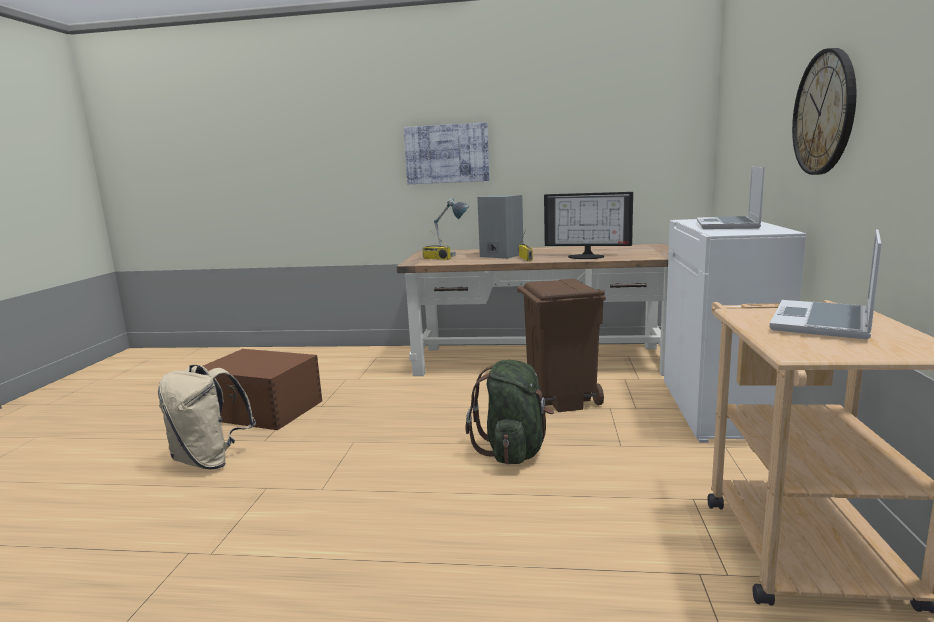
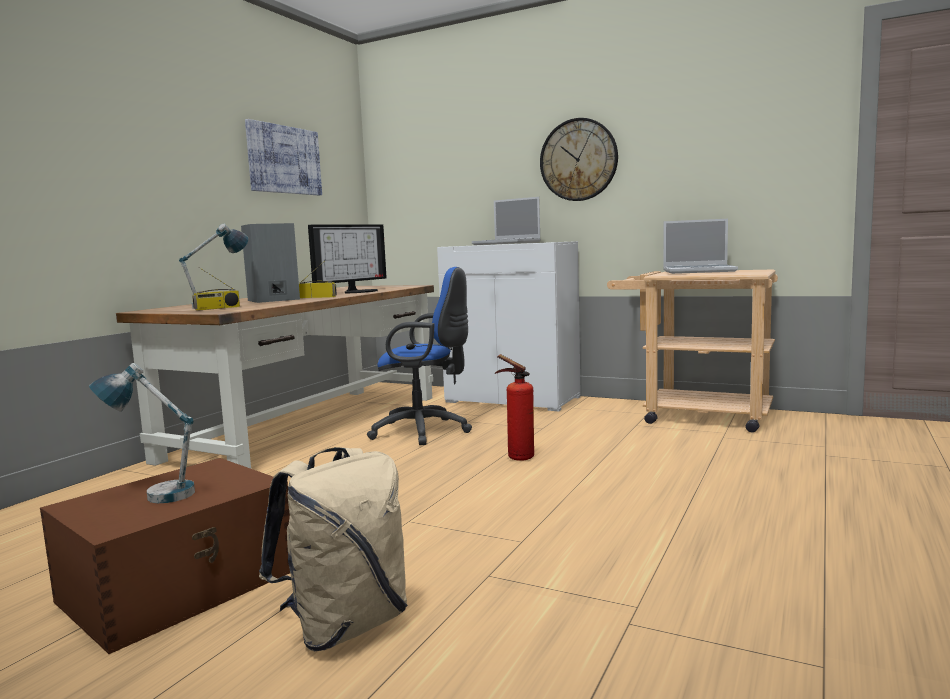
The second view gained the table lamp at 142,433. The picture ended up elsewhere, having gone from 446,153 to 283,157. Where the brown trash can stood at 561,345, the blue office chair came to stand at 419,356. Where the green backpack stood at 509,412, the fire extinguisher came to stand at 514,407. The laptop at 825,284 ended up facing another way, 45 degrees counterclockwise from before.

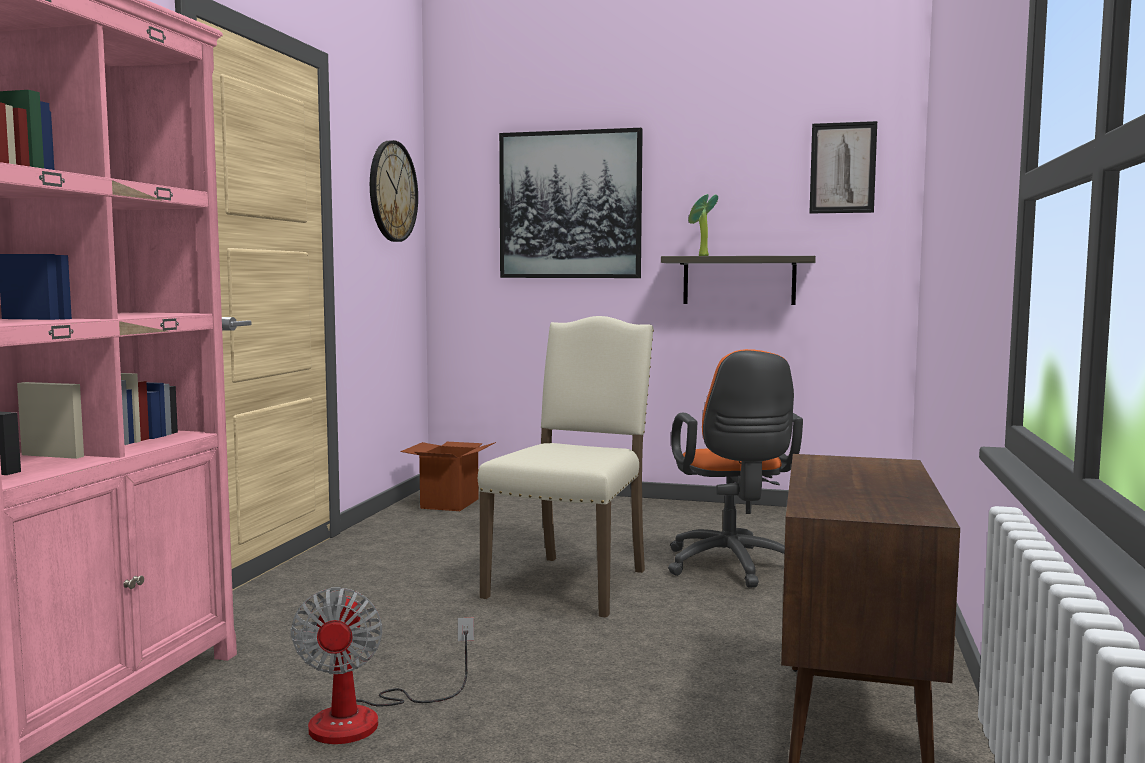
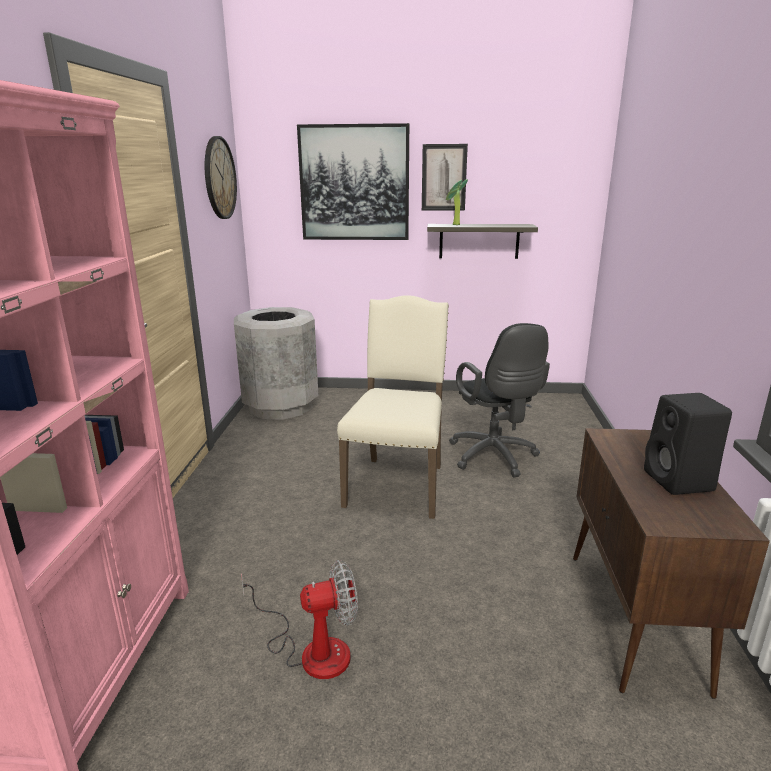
Where the cardboard box stood at 448,476, the grey trash can came to stand at 276,363. The fan at 382,665 ended up facing another way, 90 degrees counterclockwise from before. The picture ended up elsewhere, having gone from 843,167 to 445,177. What was the orange office chair at 735,468 turned into the black office chair at 499,400. The second view gained the black speaker at 688,444.

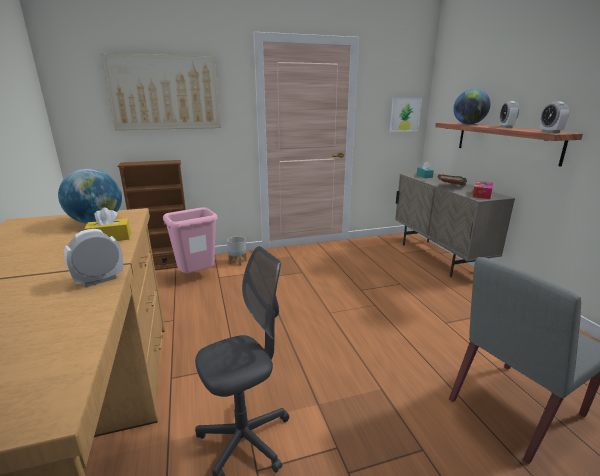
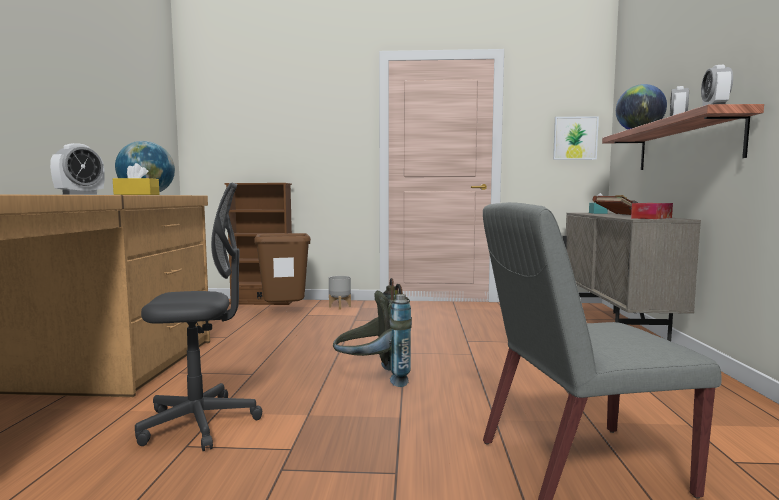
The alarm clock at 93,258 ended up facing another way, 135 degrees clockwise from before. What was the pink trash can at 190,240 turned into the brown trash can at 282,268. The second view gained the grey backpack at 372,332. The second view lost the picture at 161,91.

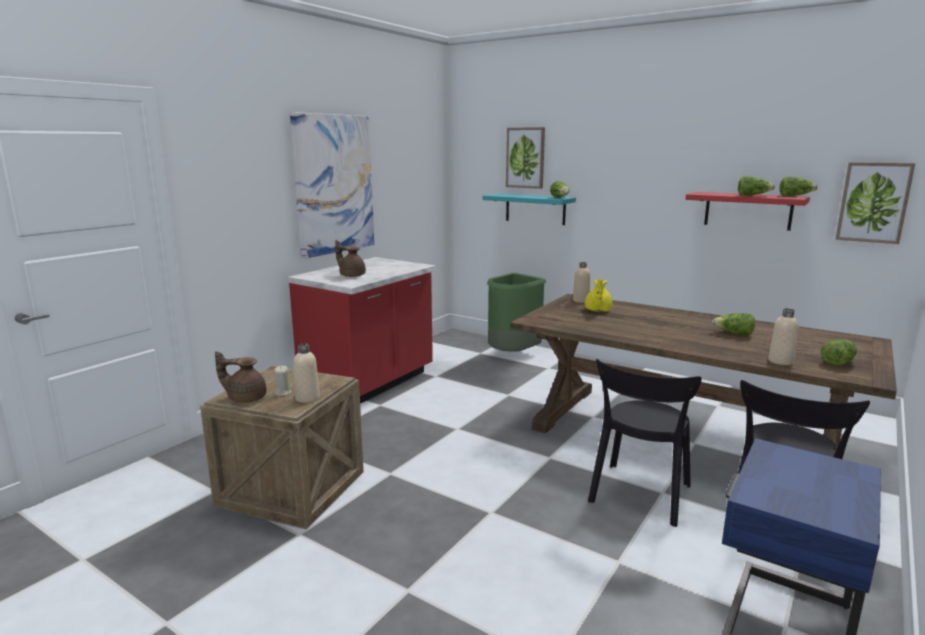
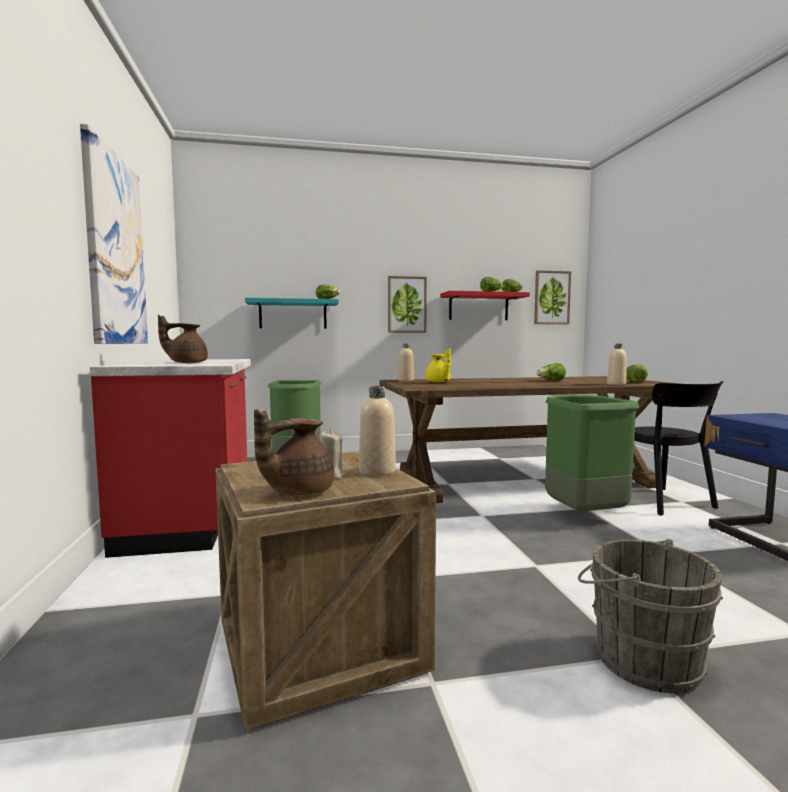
The picture ended up elsewhere, having gone from 525,158 to 407,304. Where the black chair stood at 645,443, the green trash can came to stand at 592,453. The second view gained the grey bucket at 650,616.

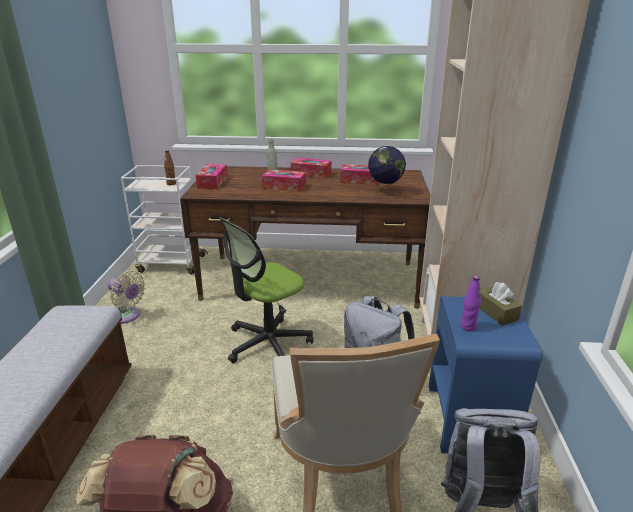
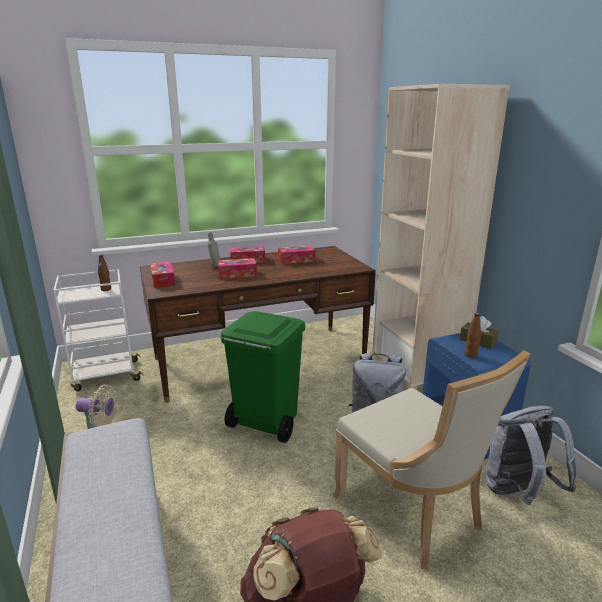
Where the office chair stood at 266,290, the green trash can came to stand at 263,377. What was the purple bottle at 470,303 turned into the brown bottle at 473,335. The second view lost the globe at 387,171.

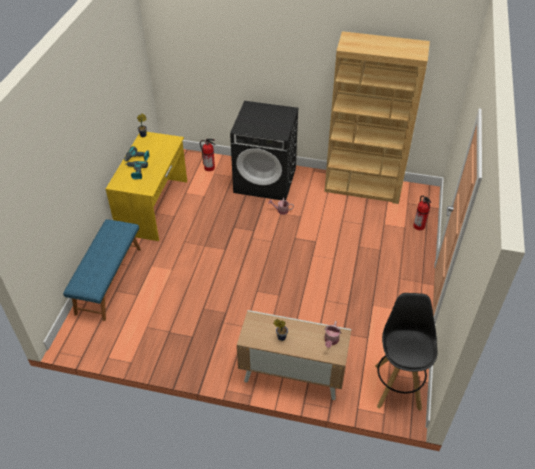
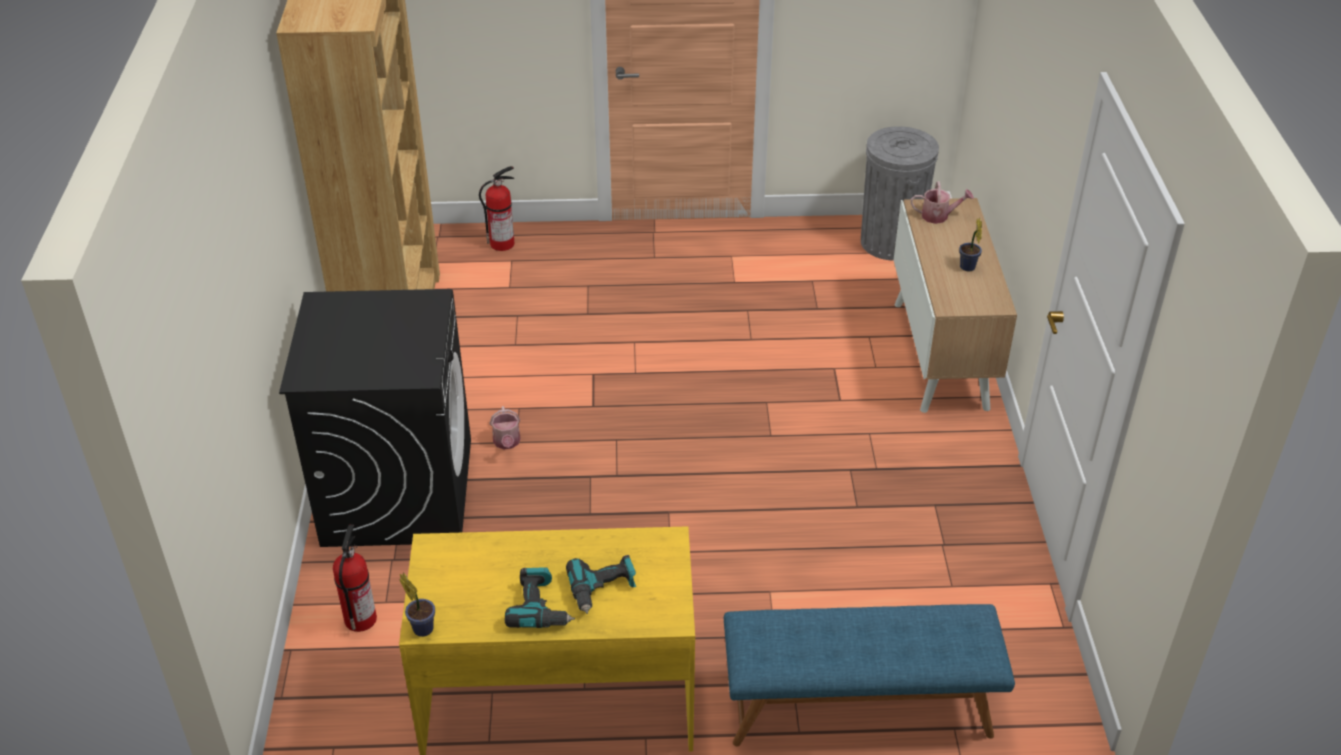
Where the black stool stood at 406,352, the grey trash can came to stand at 900,193.

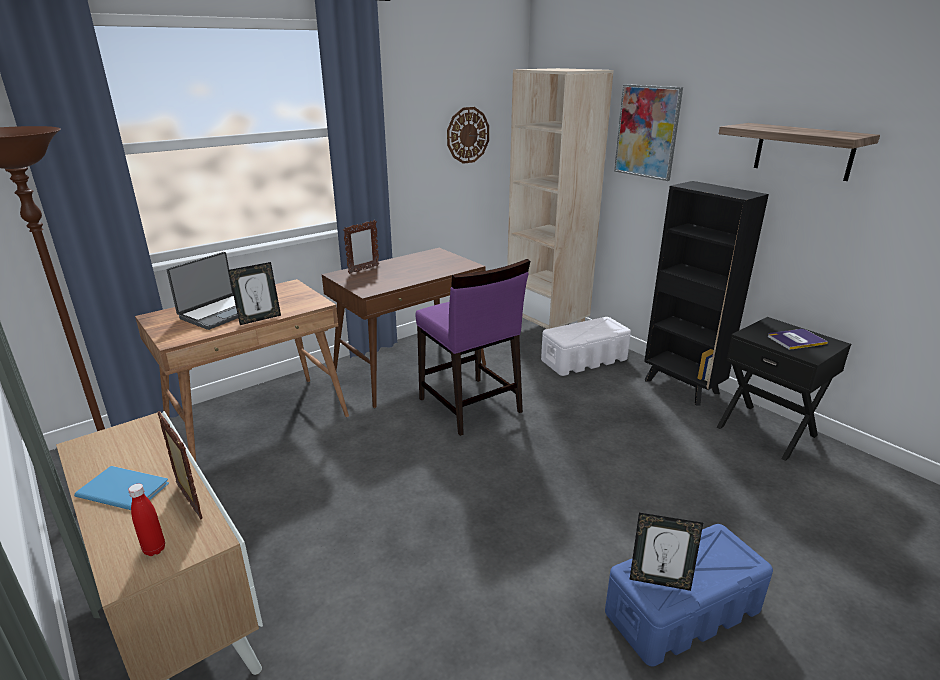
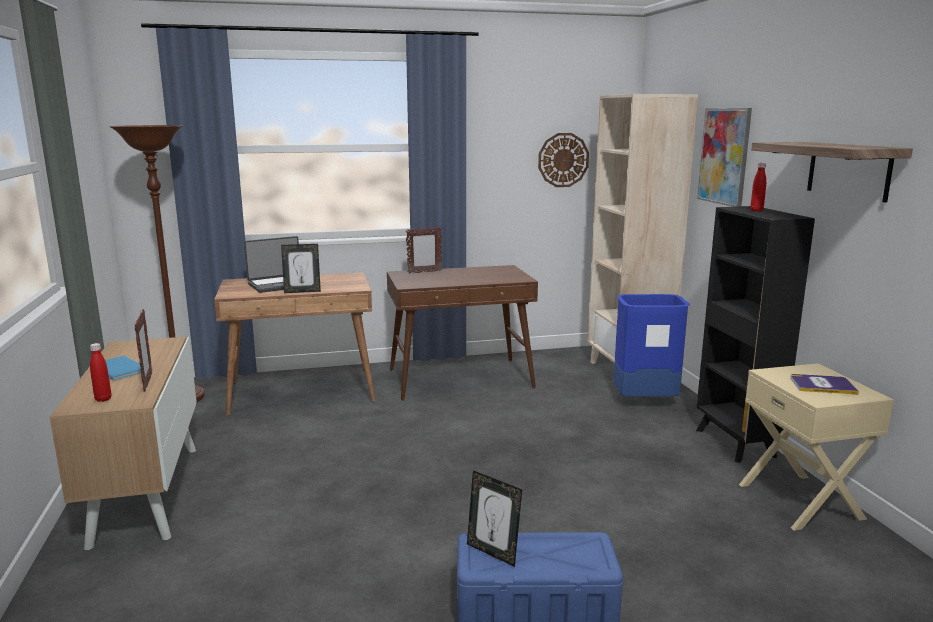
Where the white storage box stood at 586,346, the blue trash can came to stand at 651,345. What was the black nightstand at 784,389 turned into the beige nightstand at 816,447. The second view gained the red bottle at 758,187. The second view lost the purple chair at 473,347.

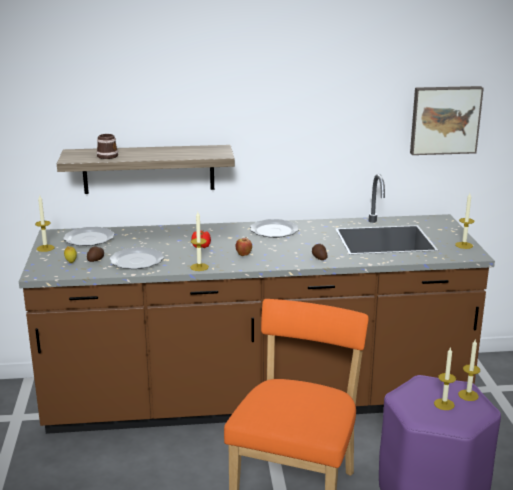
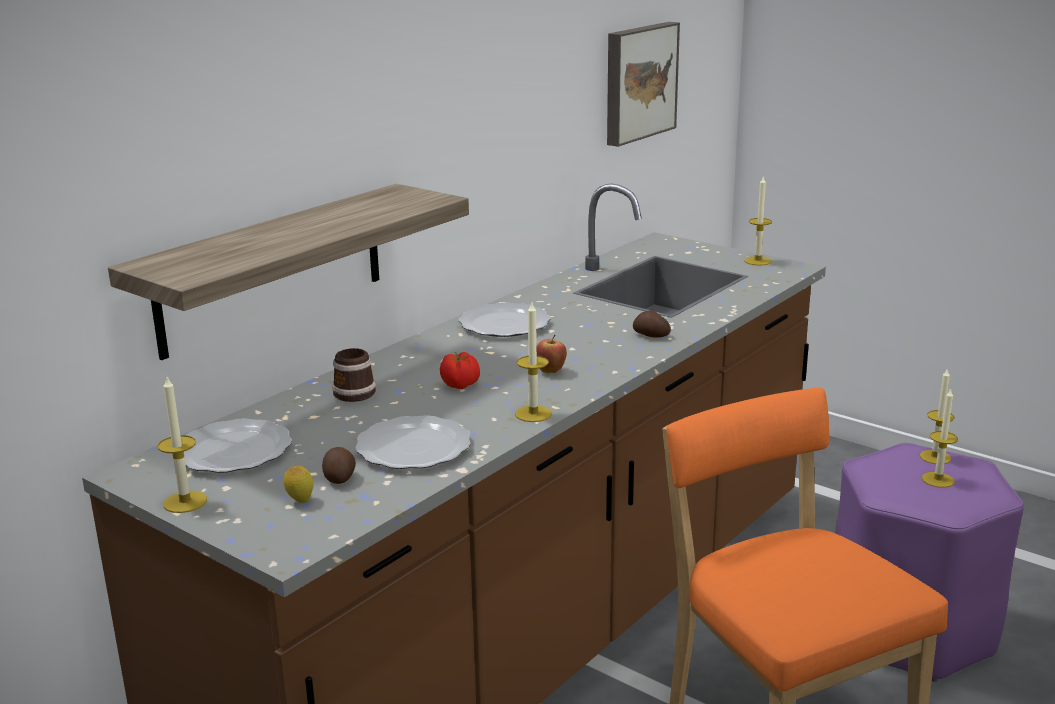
The mug ended up elsewhere, having gone from 107,146 to 354,375.

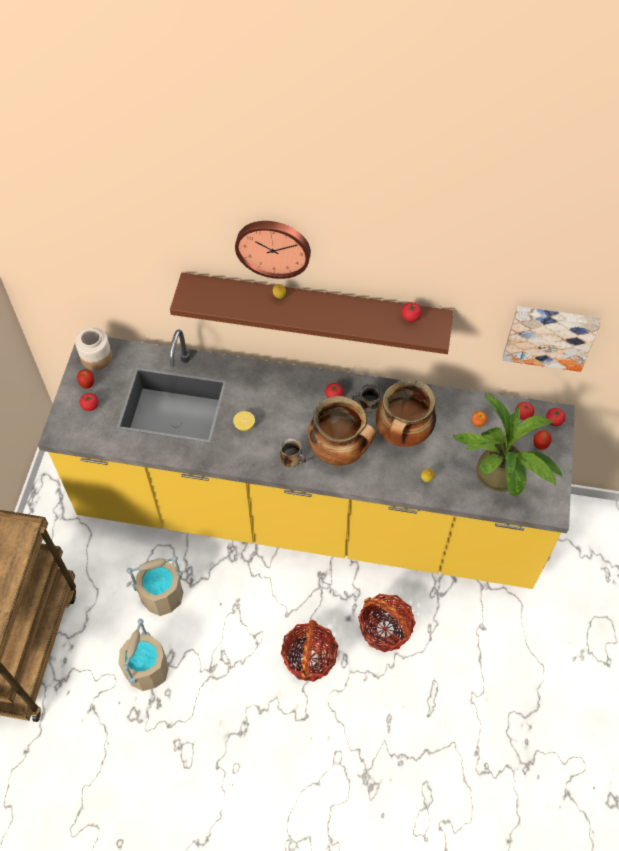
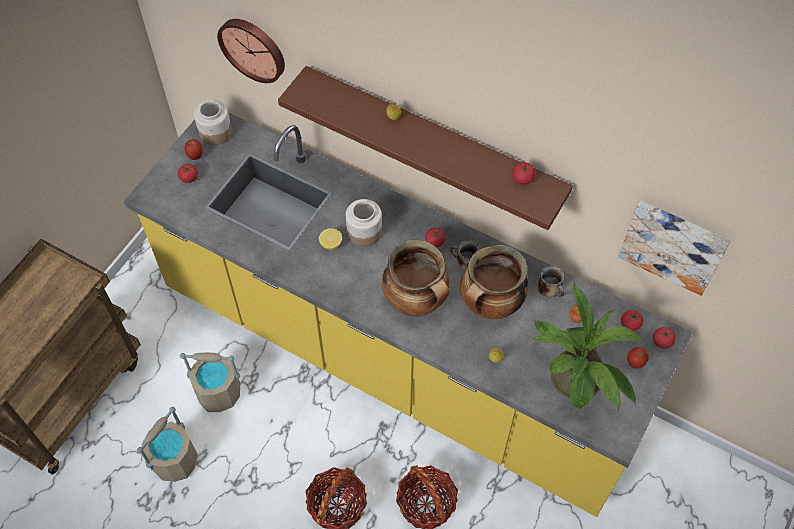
The wall clock ended up elsewhere, having gone from 273,250 to 251,51. The second view gained the jar at 364,223. The mug ended up elsewhere, having gone from 293,452 to 551,281.

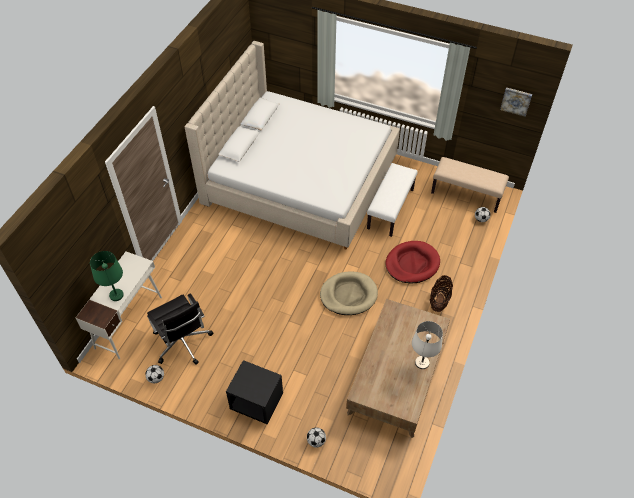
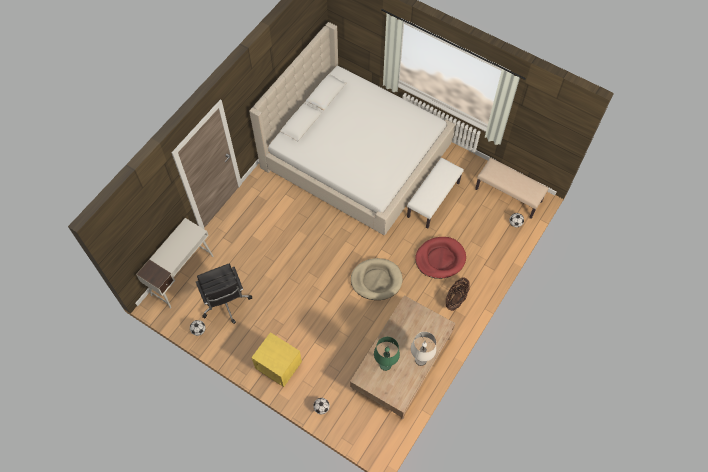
What was the black nightstand at 254,392 turned into the yellow nightstand at 276,359. The green table lamp ended up elsewhere, having gone from 107,276 to 387,354. The second view lost the picture at 516,102.

